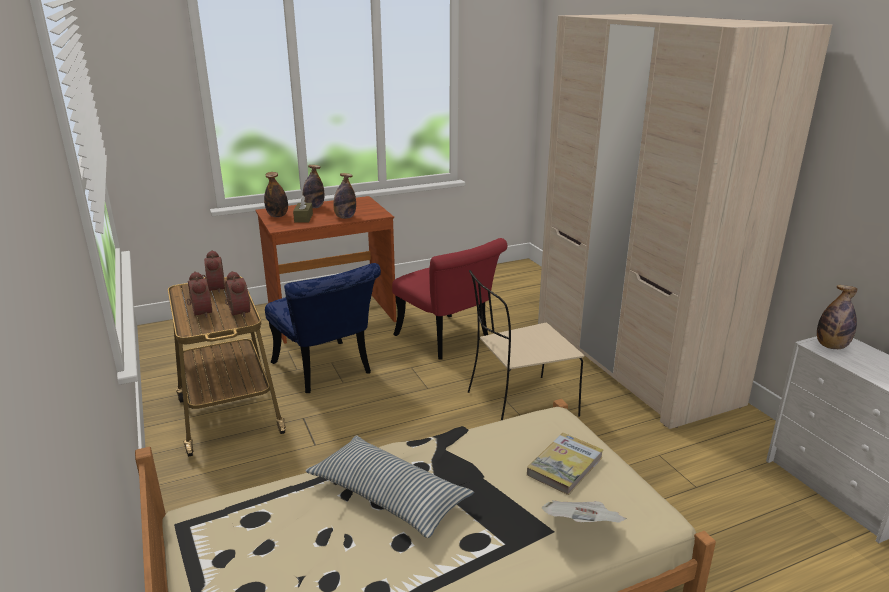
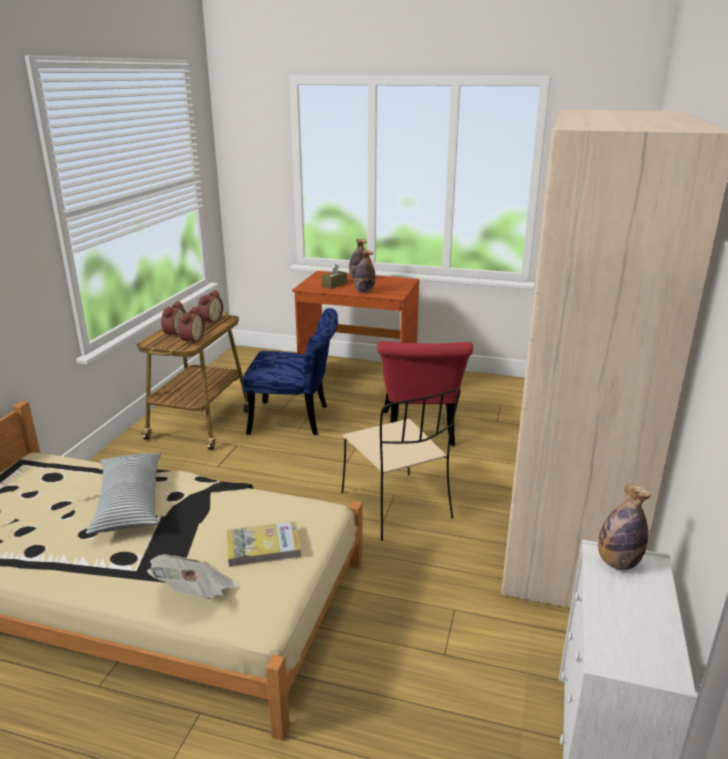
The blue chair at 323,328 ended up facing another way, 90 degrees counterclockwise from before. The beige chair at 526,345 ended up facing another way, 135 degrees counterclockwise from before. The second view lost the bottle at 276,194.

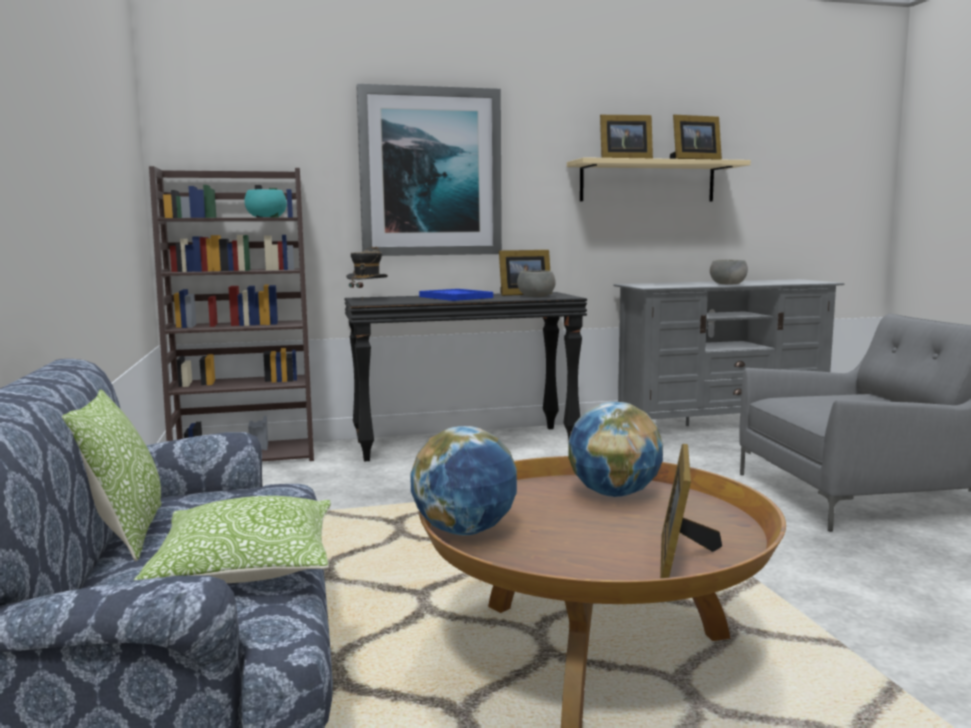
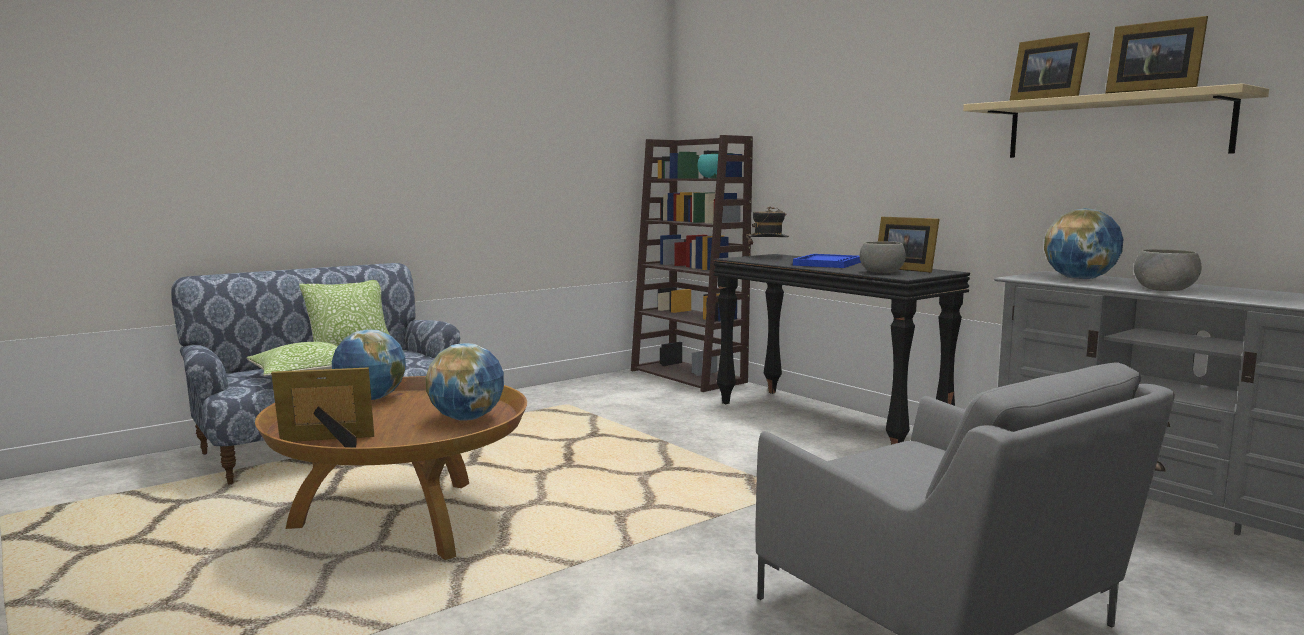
The second view gained the globe at 1083,244. The second view lost the picture at 429,170.

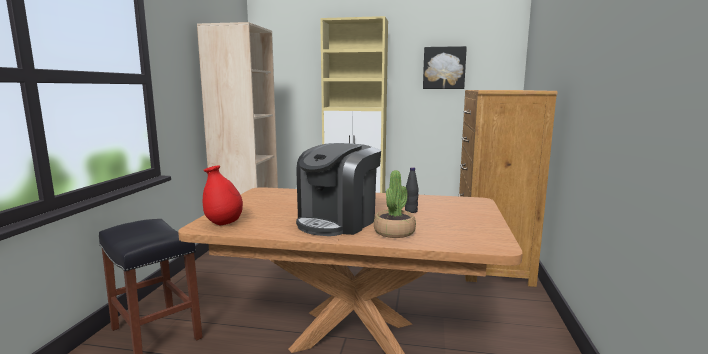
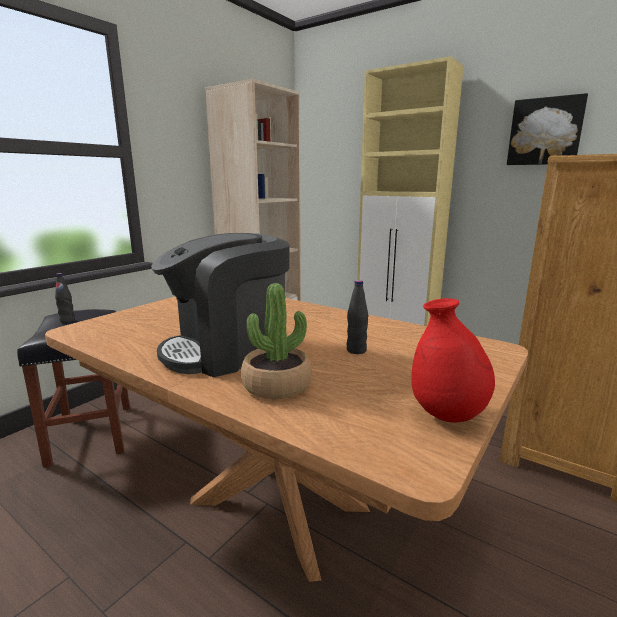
The second view gained the black bottle at 65,298. The red vase ended up elsewhere, having gone from 223,195 to 453,360.

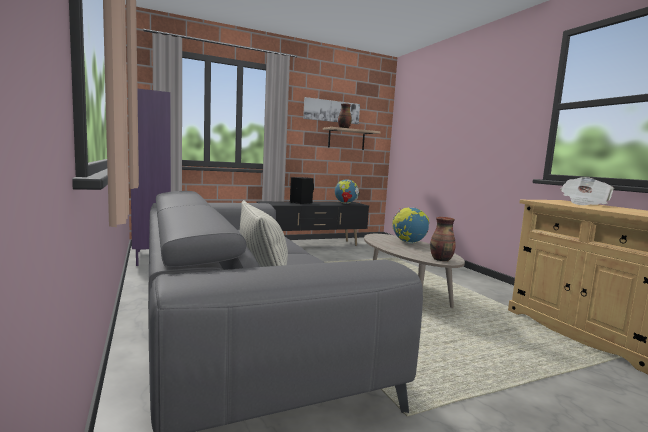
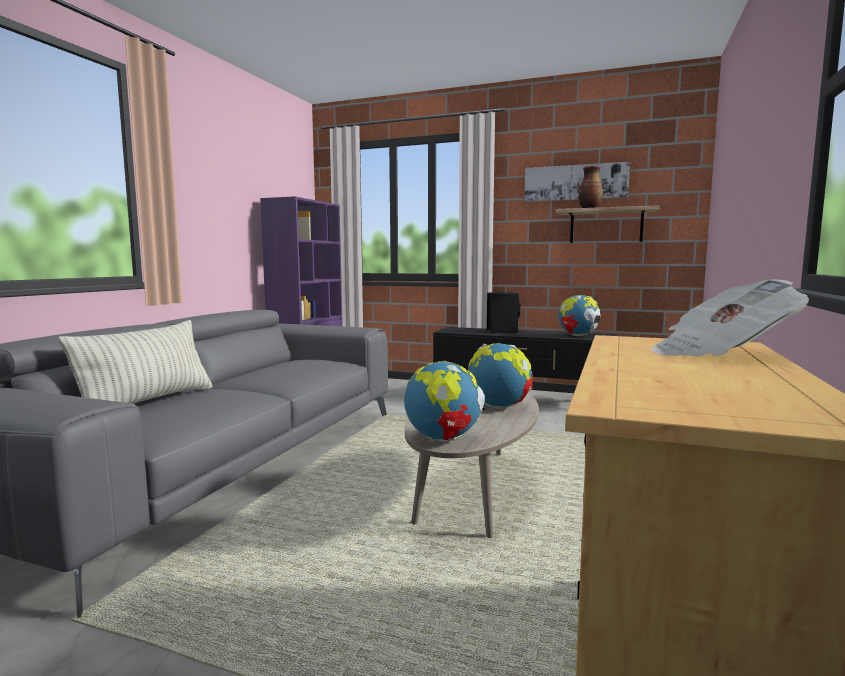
Where the vase stood at 443,239, the globe came to stand at 444,401.

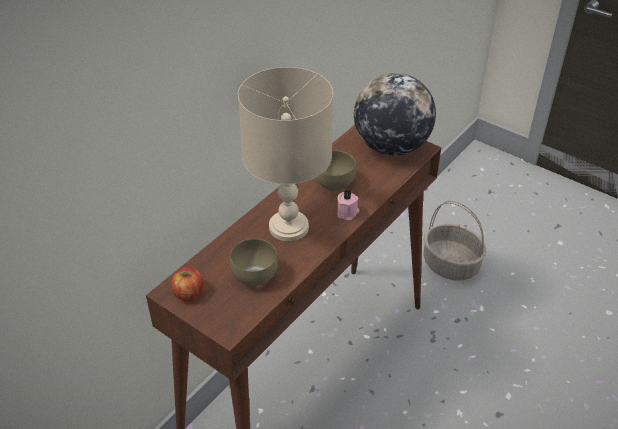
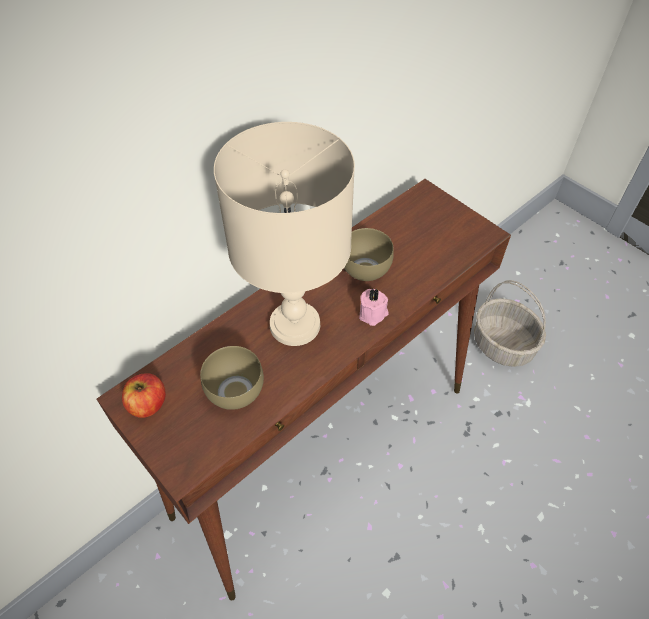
The second view lost the globe at 395,114.

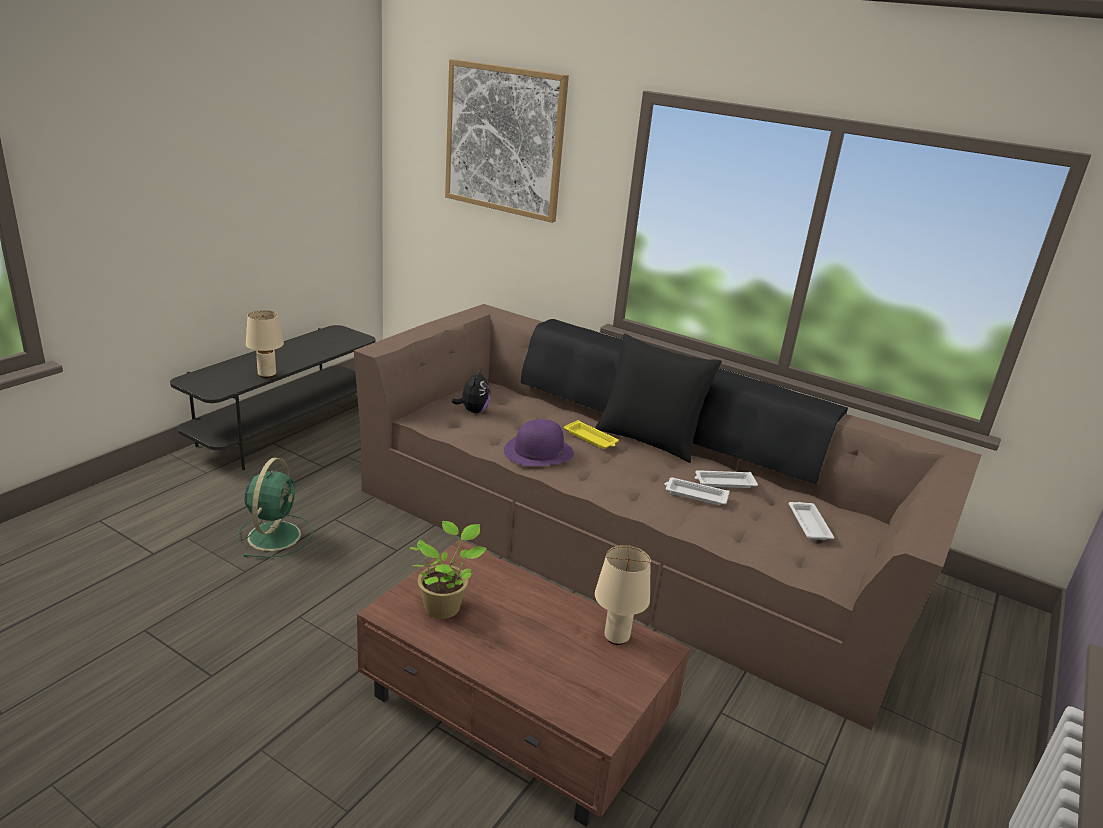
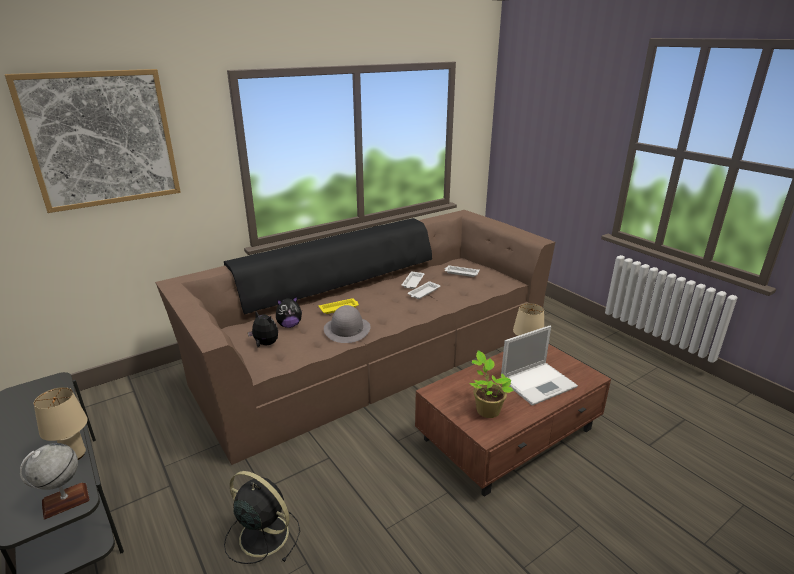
The second view gained the globe at 55,481. What was the green fan at 275,507 turned into the black fan at 262,517. The second view gained the plush toy at 289,312. What was the purple hat at 539,442 turned into the grey hat at 347,324. The second view gained the laptop at 539,366. The second view lost the black pillow at 658,398.

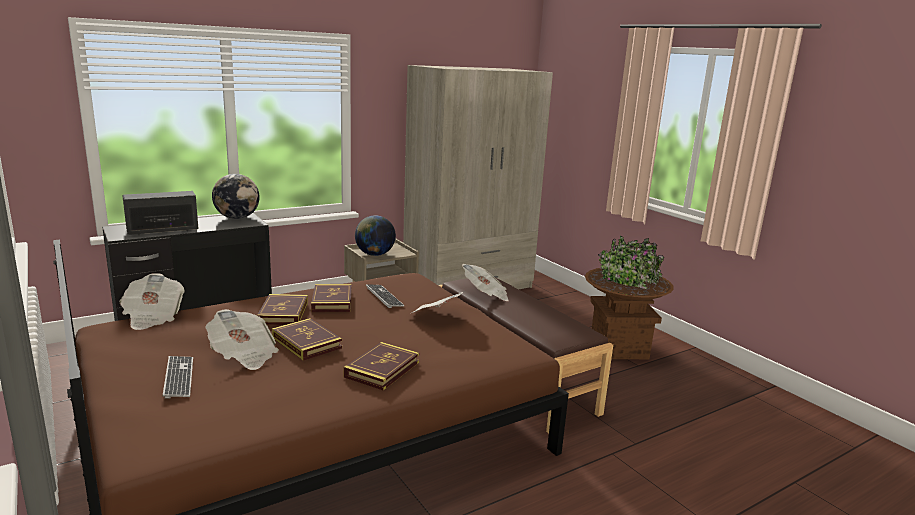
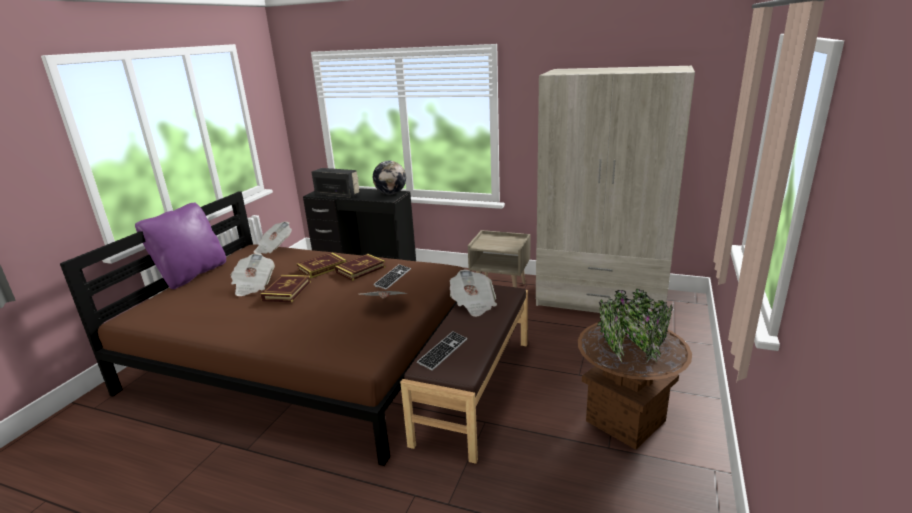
The second view gained the purple pillow at 180,246. The keyboard ended up elsewhere, having gone from 178,377 to 442,351. The second view lost the book at 381,366. The second view lost the globe at 375,235.

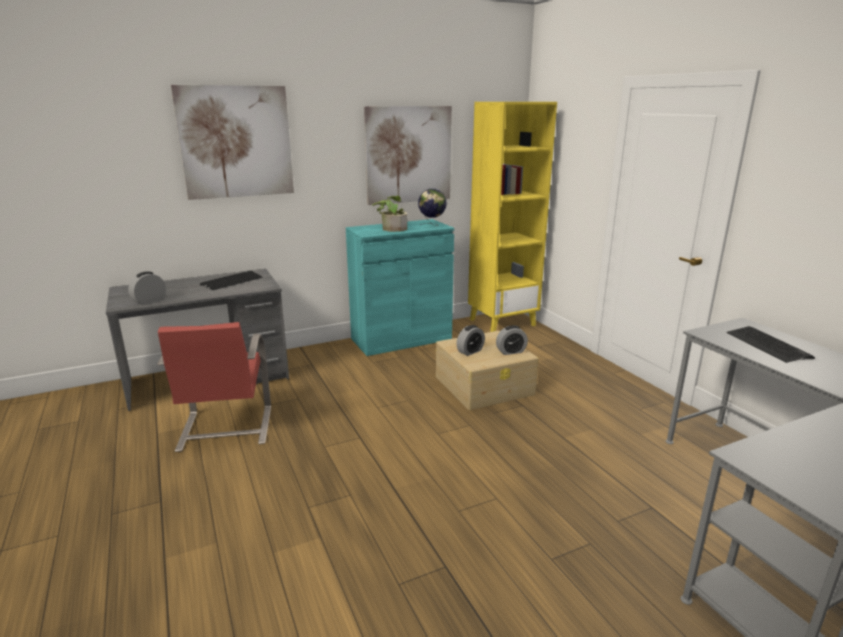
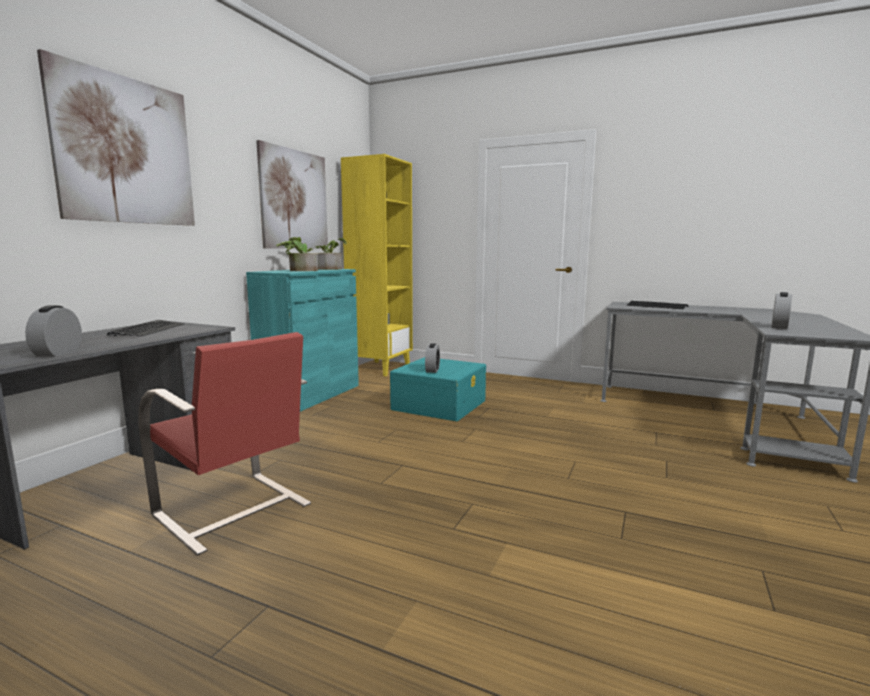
Where the globe stood at 432,207, the potted plant came to stand at 331,254. What was the beige storage box at 487,370 turned into the turquoise storage box at 438,389. The alarm clock ended up elsewhere, having gone from 512,340 to 781,310.

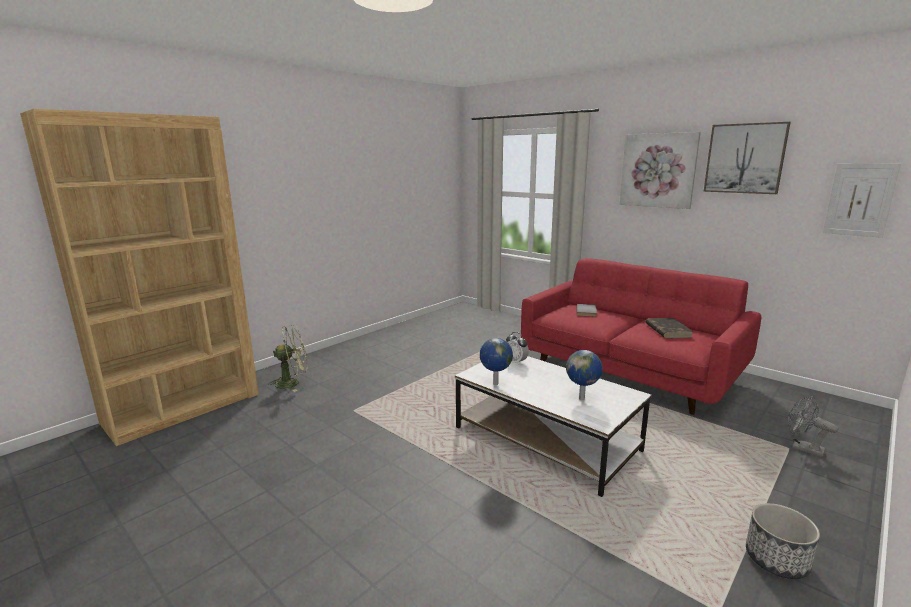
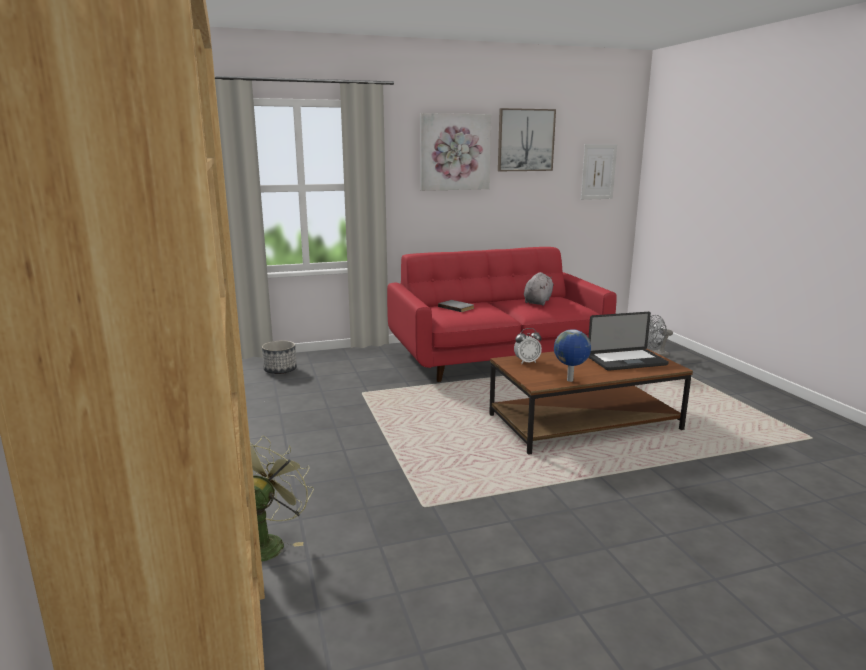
The planter ended up elsewhere, having gone from 783,541 to 279,357. What was the white coffee table at 553,426 turned into the brown coffee table at 591,402. Where the brown book stood at 669,328, the grey plush toy came to stand at 539,288. Where the globe stood at 584,375, the laptop came to stand at 628,341.

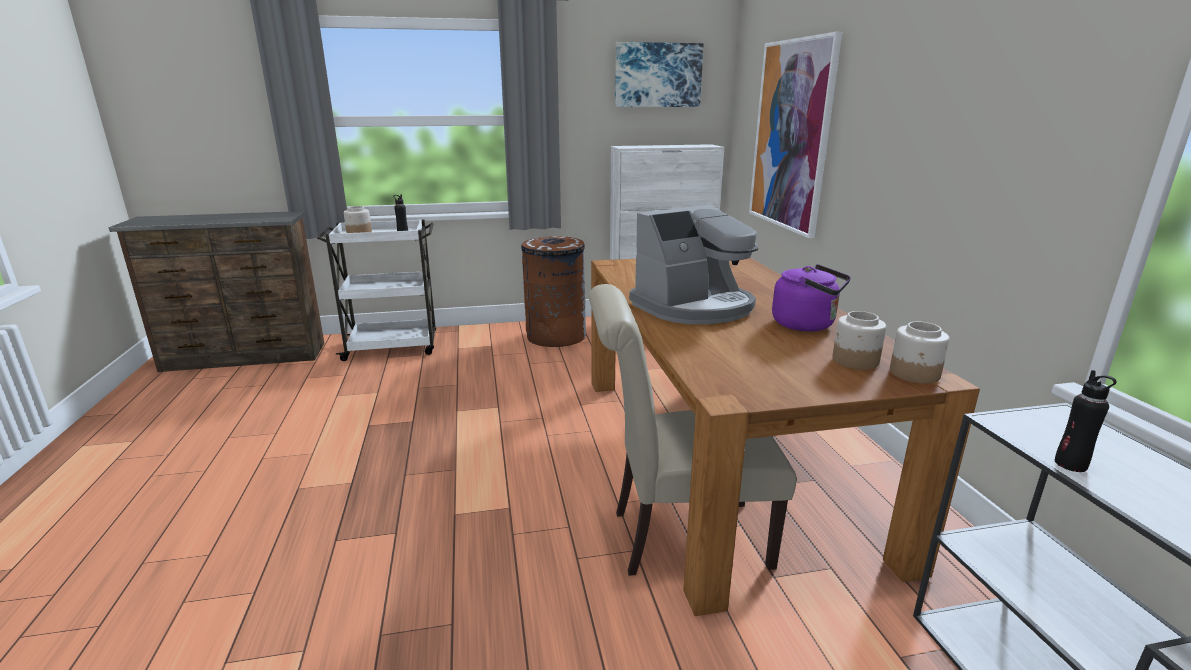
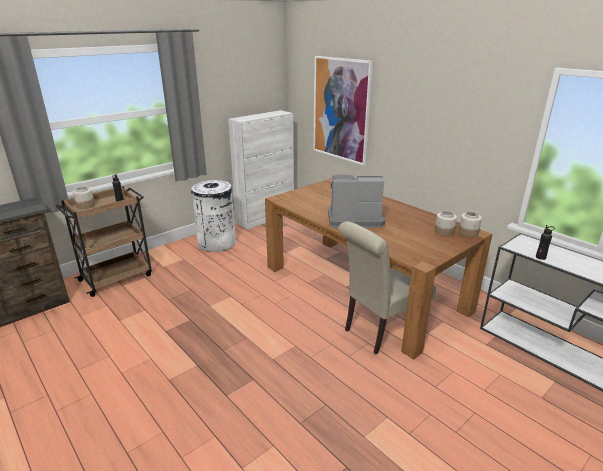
What was the white cart at 376,290 turned into the brown cart at 104,241. What was the brown trash can at 553,291 turned into the white trash can at 213,216. The coffee machine at 693,264 ended up facing another way, 120 degrees counterclockwise from before. The second view lost the picture at 659,74. The second view lost the purple kettle at 811,298.

